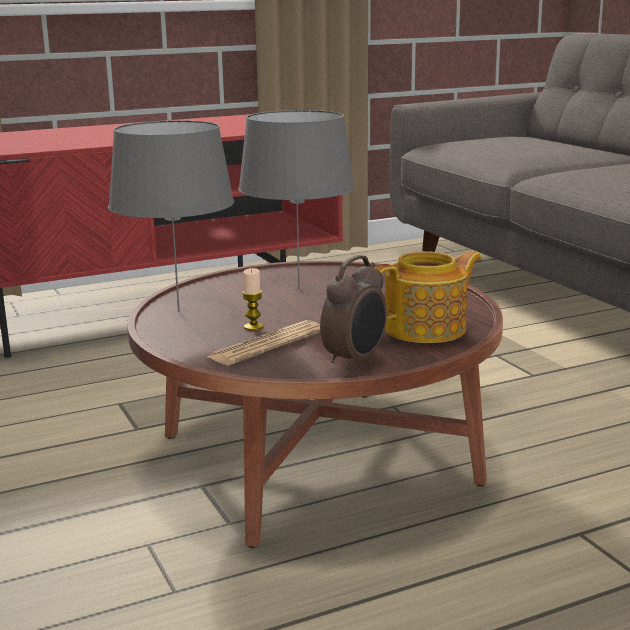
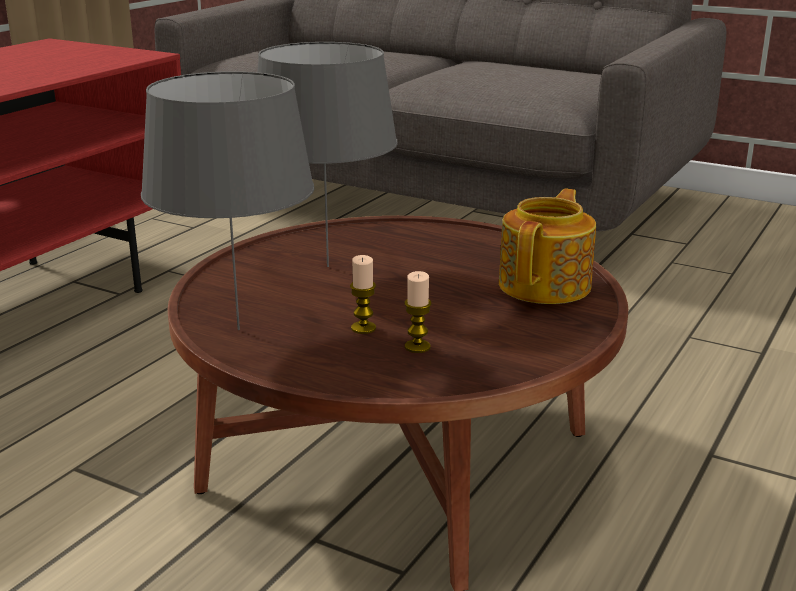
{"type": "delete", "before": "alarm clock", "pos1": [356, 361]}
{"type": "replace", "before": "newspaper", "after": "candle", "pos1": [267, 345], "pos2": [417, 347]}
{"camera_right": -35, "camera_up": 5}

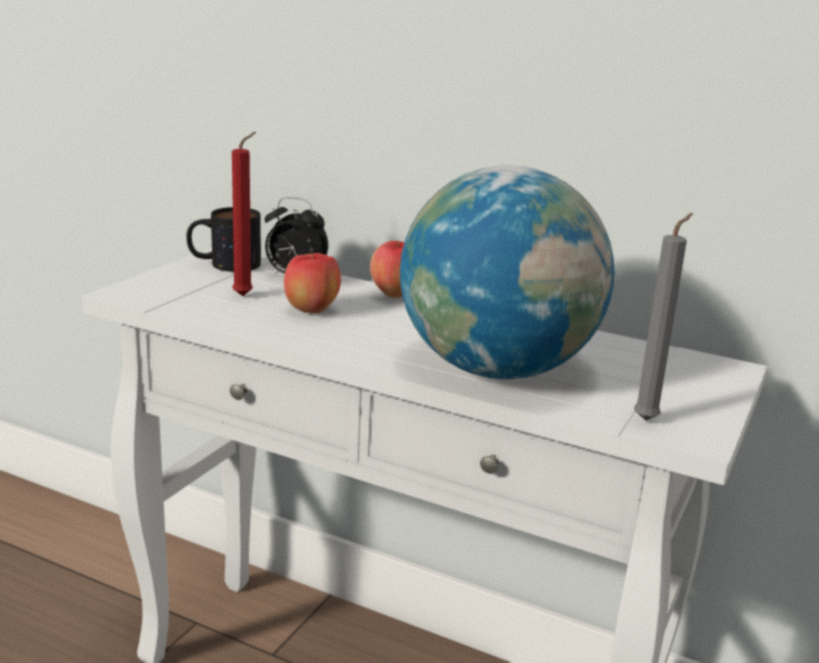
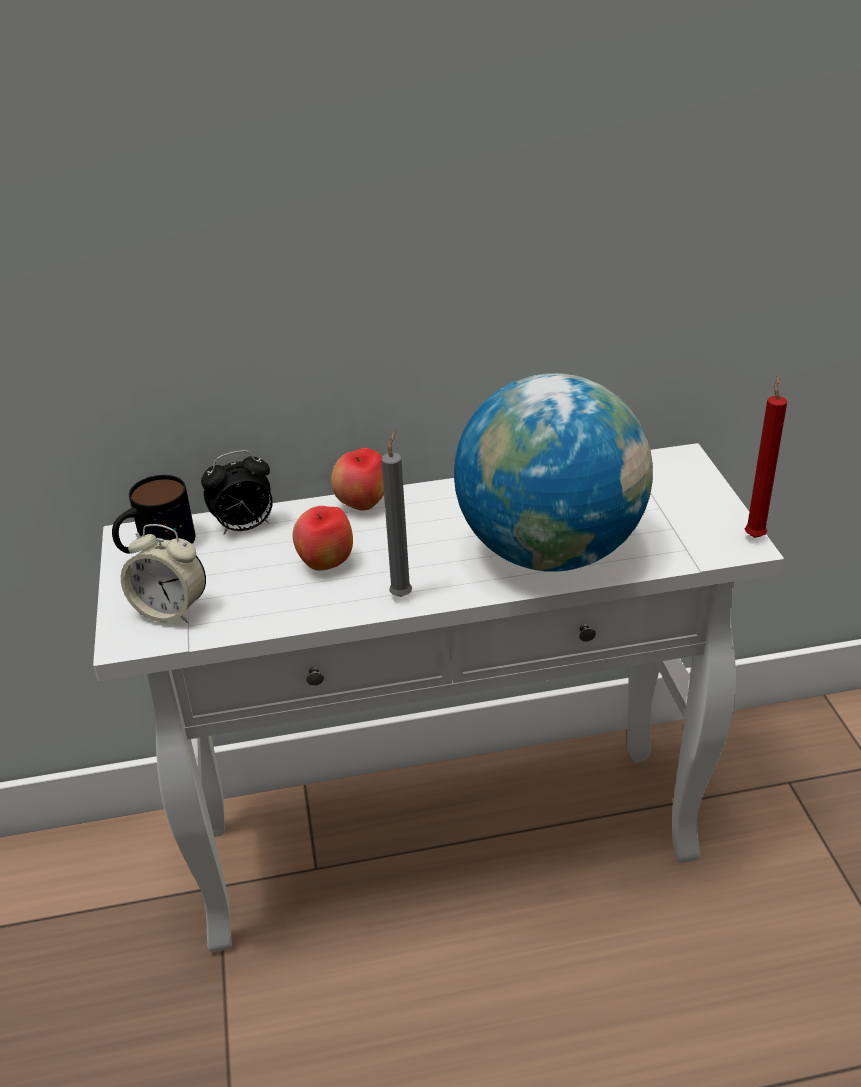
{"type": "move", "before": "red candle", "pos1": [245, 295], "pos2": [754, 535]}
{"type": "move", "before": "grey candle", "pos1": [648, 419], "pos2": [402, 594]}
{"type": "insert", "after": "alarm clock", "pos2": [171, 610]}
{"camera_right": -35, "camera_up": 15}

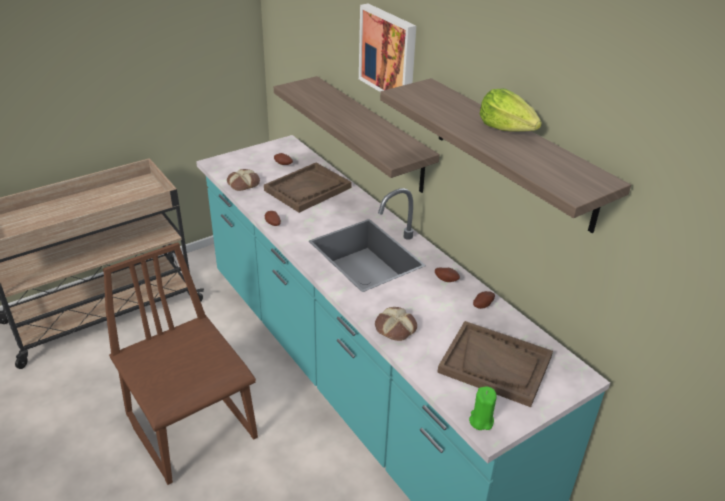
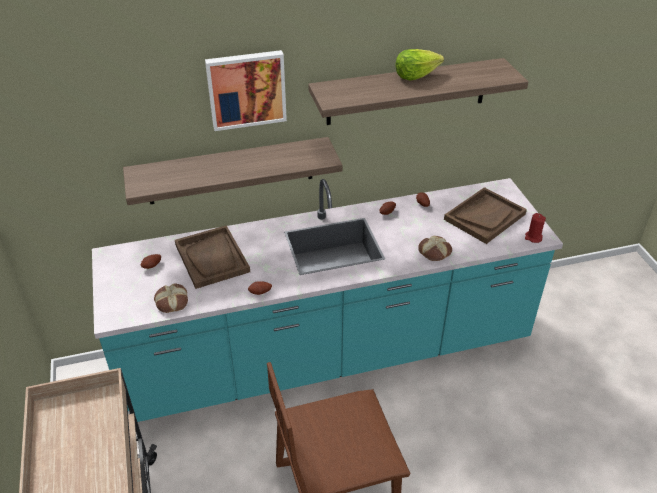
{"type": "recolor", "before": "green candle", "after": "red candle", "pos1": [481, 420], "pos2": [533, 237]}
{"camera_right": -70, "camera_up": 5}

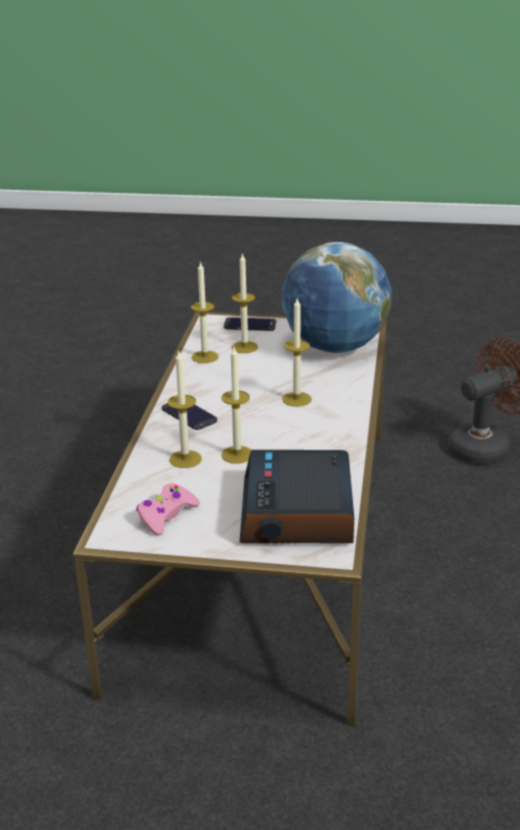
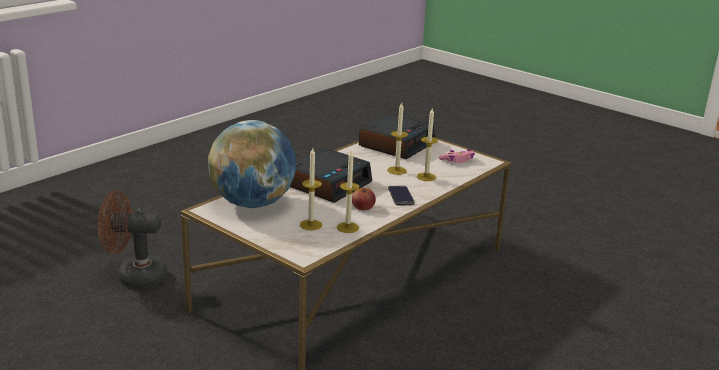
{"type": "replace", "before": "candle", "after": "alarm clock", "pos1": [296, 399], "pos2": [327, 183]}
{"type": "delete", "before": "phone", "pos1": [250, 325]}
{"type": "insert", "after": "apple", "pos2": [363, 207]}
{"camera_right": -150, "camera_up": -5}

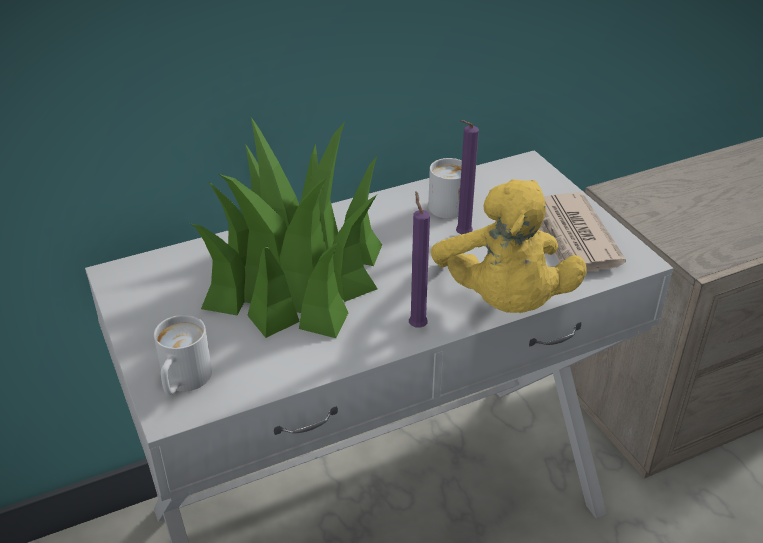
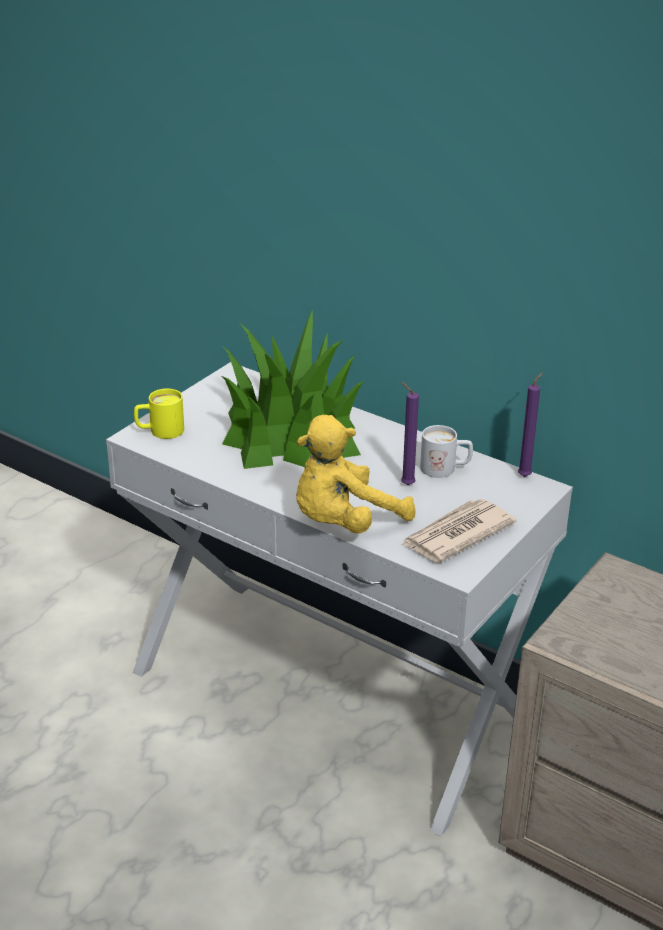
{"type": "move", "before": "purple candle", "pos1": [417, 325], "pos2": [525, 475]}
{"type": "recolor", "before": "white mug", "after": "yellow mug", "pos1": [183, 382], "pos2": [159, 431]}
{"camera_right": 60, "camera_up": -5}

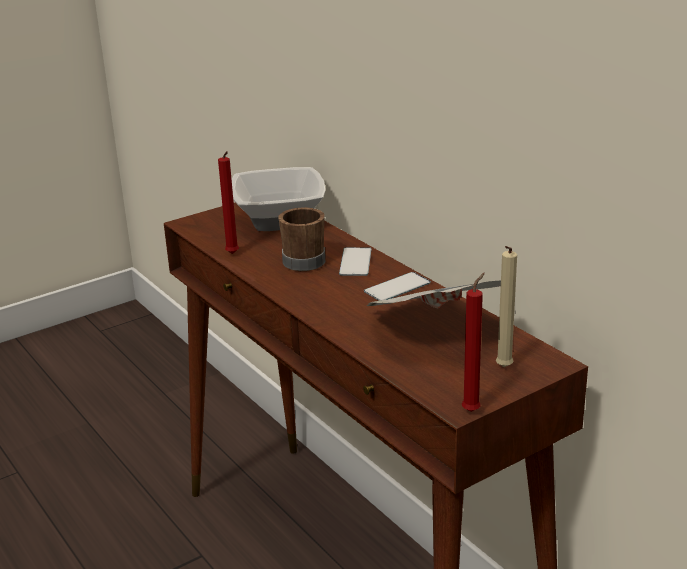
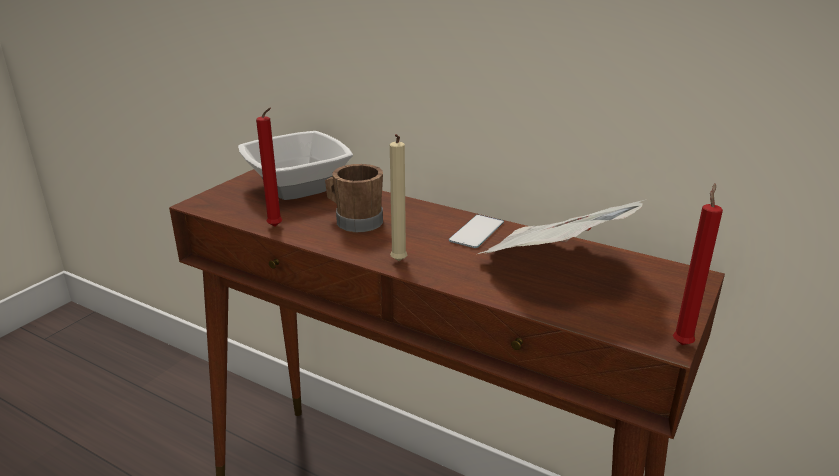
{"type": "move", "before": "beige candle", "pos1": [503, 368], "pos2": [398, 262]}
{"type": "delete", "before": "phone", "pos1": [355, 262]}
{"camera_right": -25, "camera_up": 0}

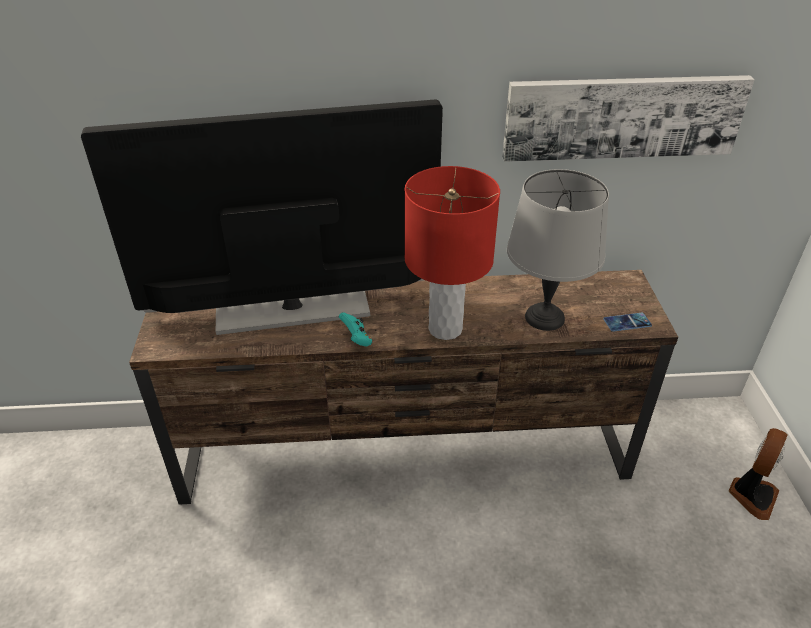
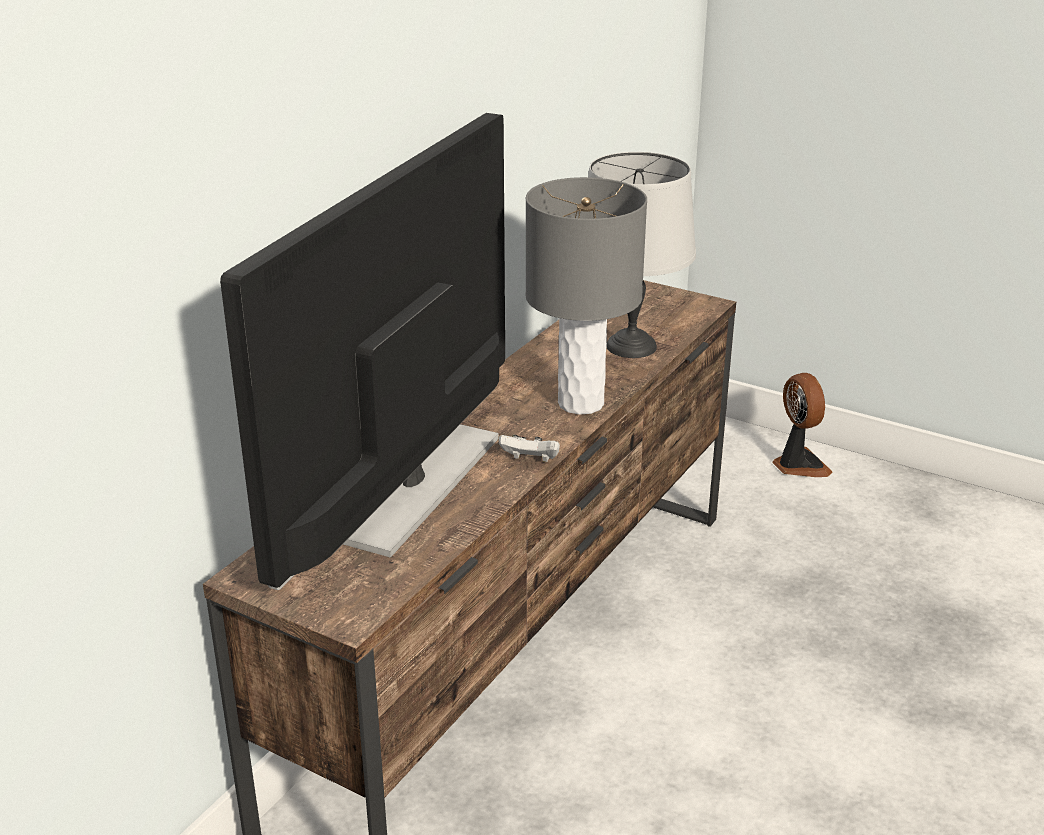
{"type": "delete", "before": "picture", "pos1": [622, 116]}
{"type": "recolor", "before": "red table lamp", "after": "grey table lamp", "pos1": [445, 329], "pos2": [581, 403]}
{"type": "recolor", "before": "turquoise game controller", "after": "white game controller", "pos1": [357, 339], "pos2": [530, 461]}
{"type": "delete", "before": "phone", "pos1": [627, 322]}
{"camera_right": -55, "camera_up": -10}

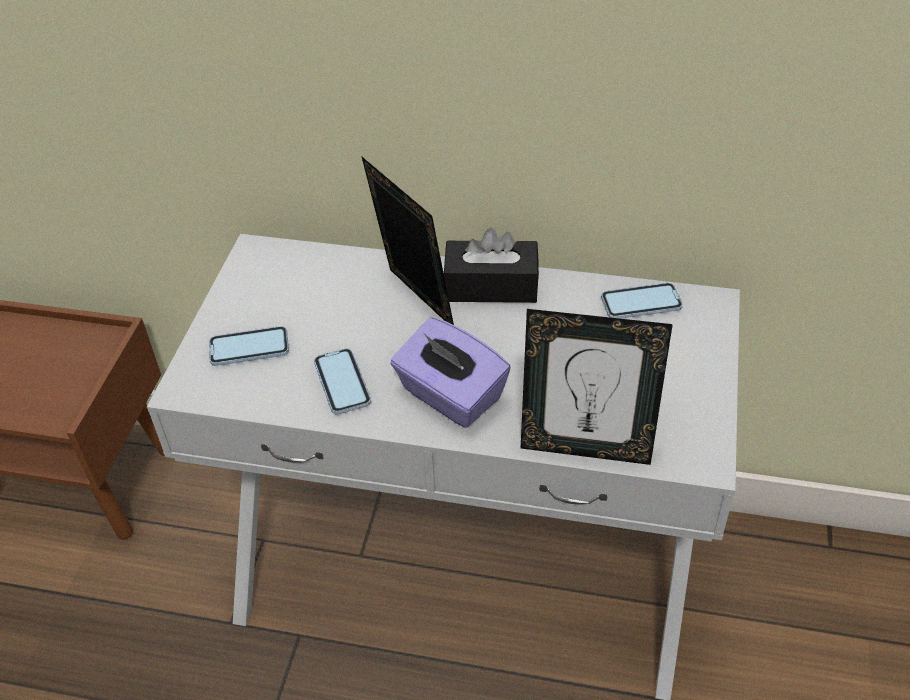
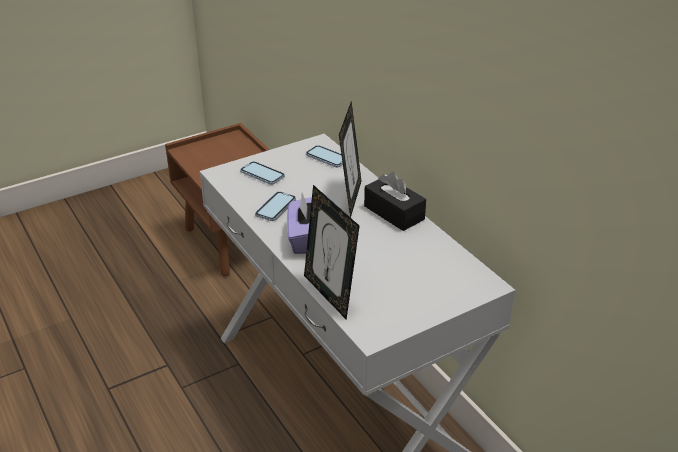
{"type": "move", "before": "phone", "pos1": [641, 303], "pos2": [327, 157]}
{"camera_right": 45, "camera_up": -10}

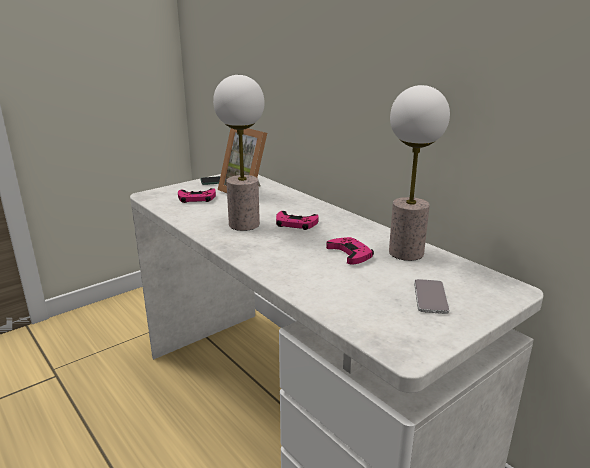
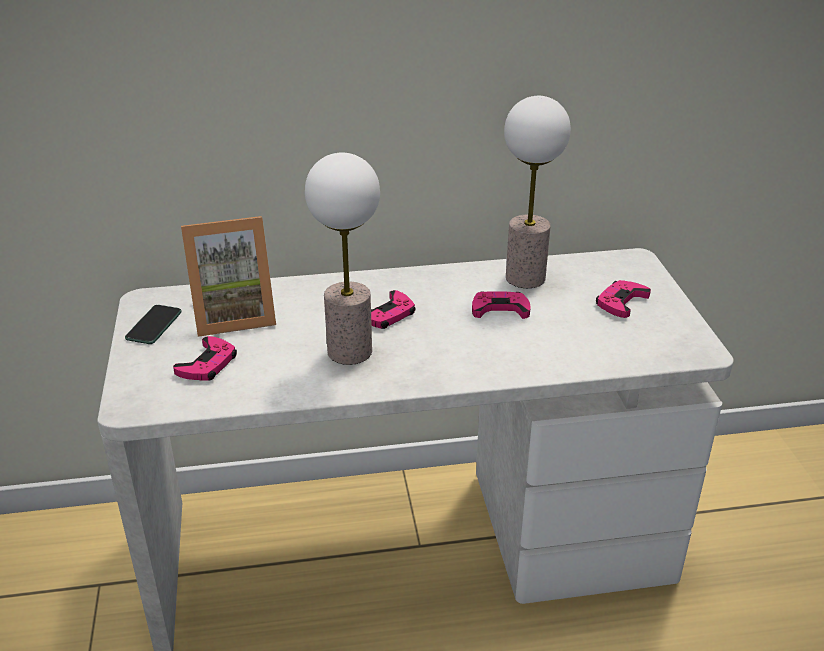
{"type": "replace", "before": "phone", "after": "pink game controller", "pos1": [430, 297], "pos2": [621, 302]}
{"camera_right": -60, "camera_up": 10}

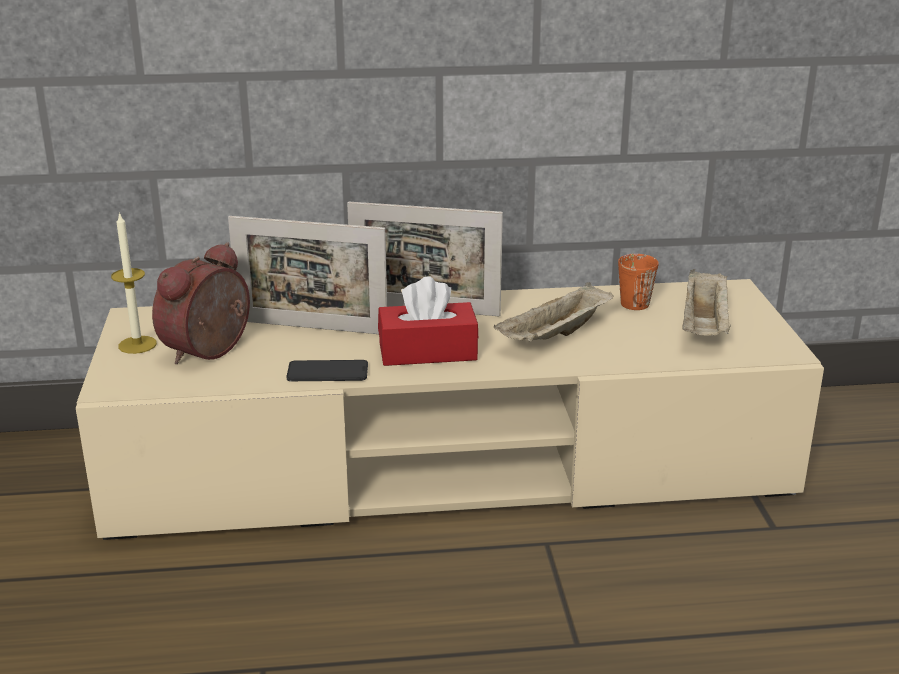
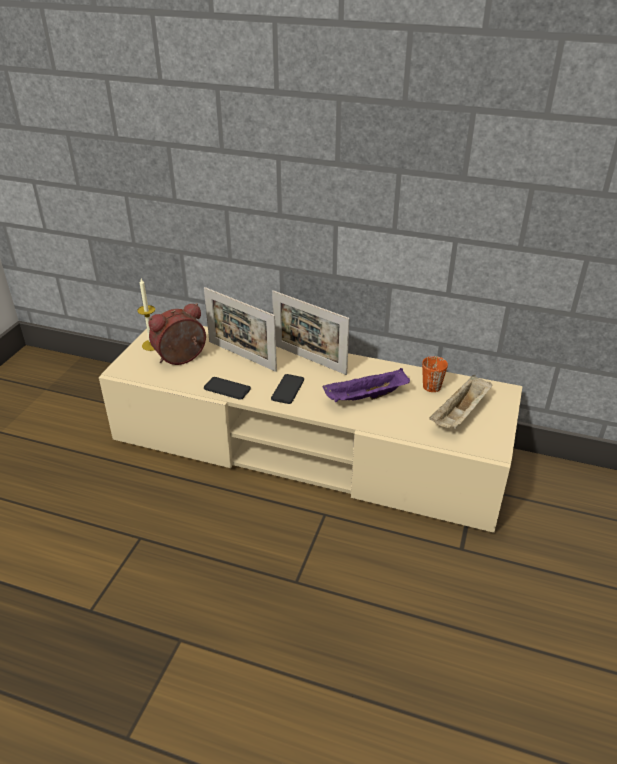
{"type": "replace", "before": "red tissue box", "after": "phone", "pos1": [427, 351], "pos2": [288, 389]}
{"type": "recolor", "before": "beige tray", "after": "purple tray", "pos1": [555, 336], "pos2": [365, 398]}
{"camera_right": 25, "camera_up": 10}

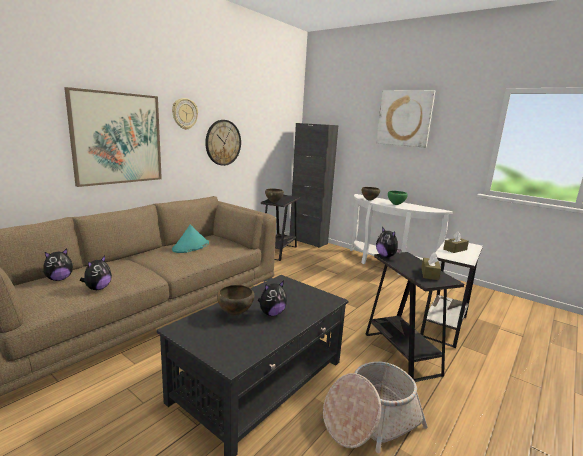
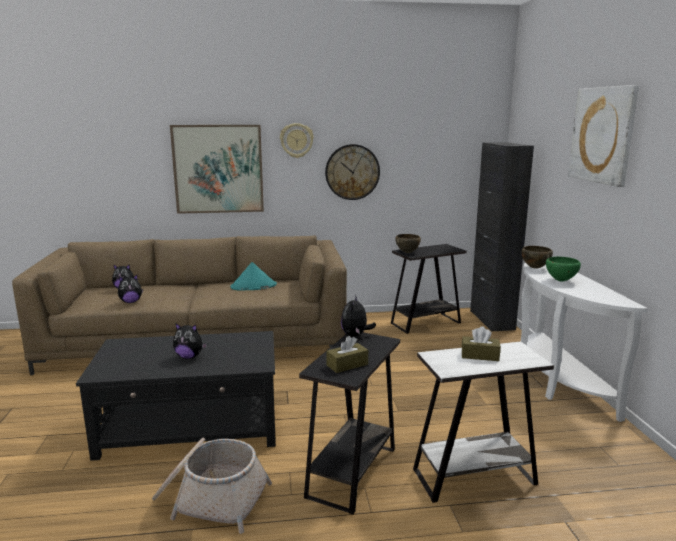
{"type": "delete", "before": "brown bowl", "pos1": [235, 314]}
{"camera_right": 45, "camera_up": 0}

